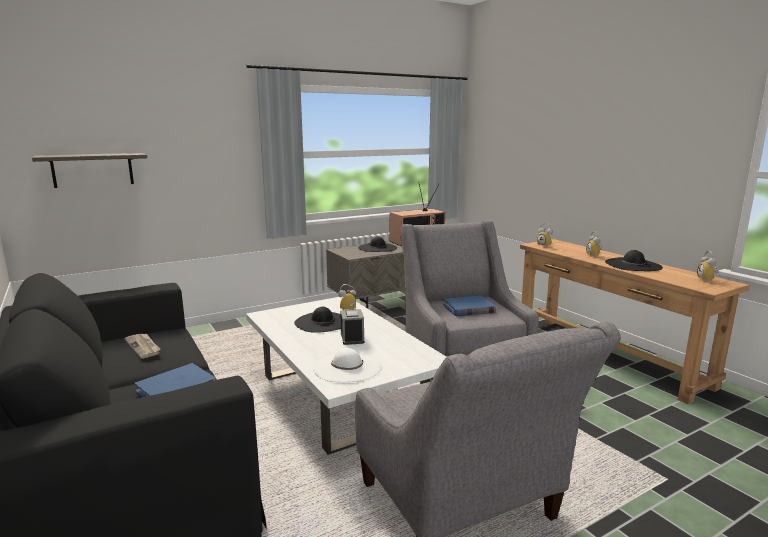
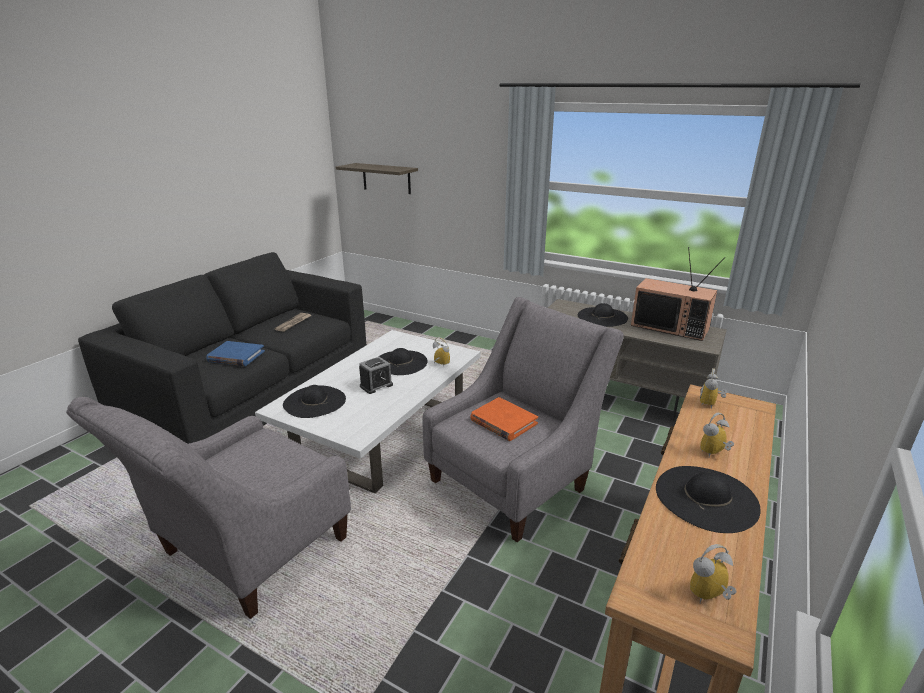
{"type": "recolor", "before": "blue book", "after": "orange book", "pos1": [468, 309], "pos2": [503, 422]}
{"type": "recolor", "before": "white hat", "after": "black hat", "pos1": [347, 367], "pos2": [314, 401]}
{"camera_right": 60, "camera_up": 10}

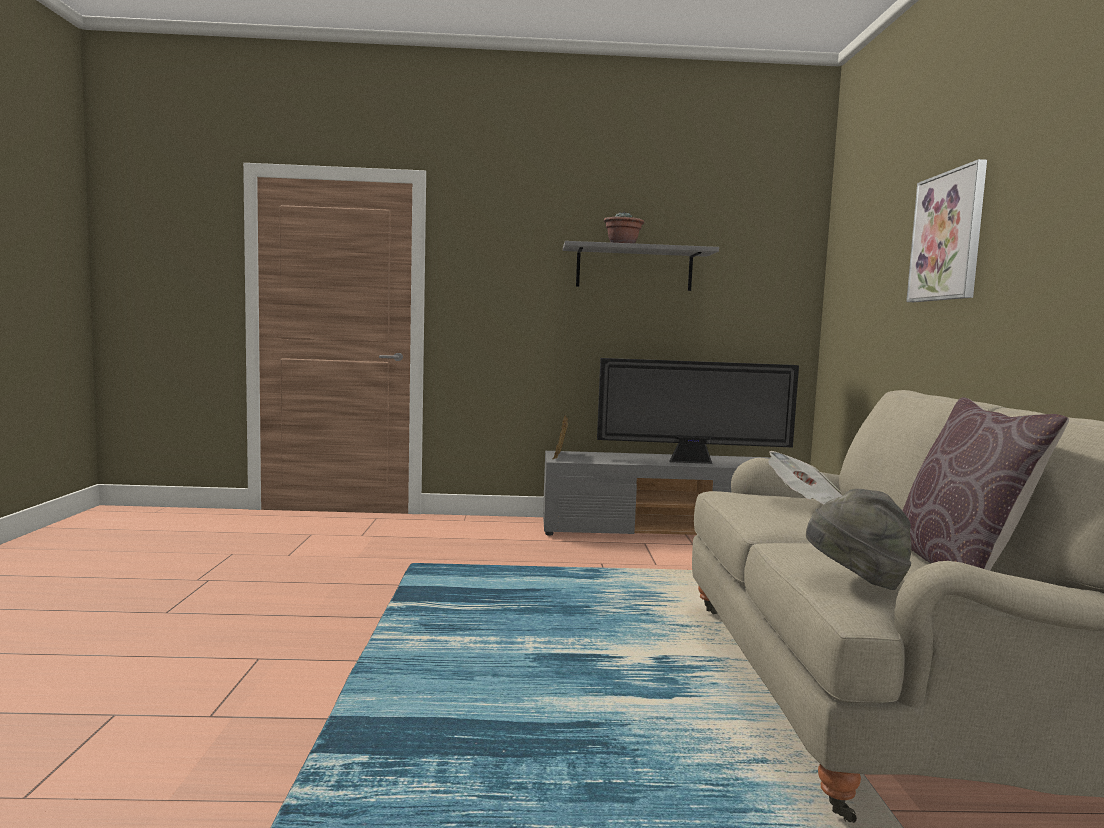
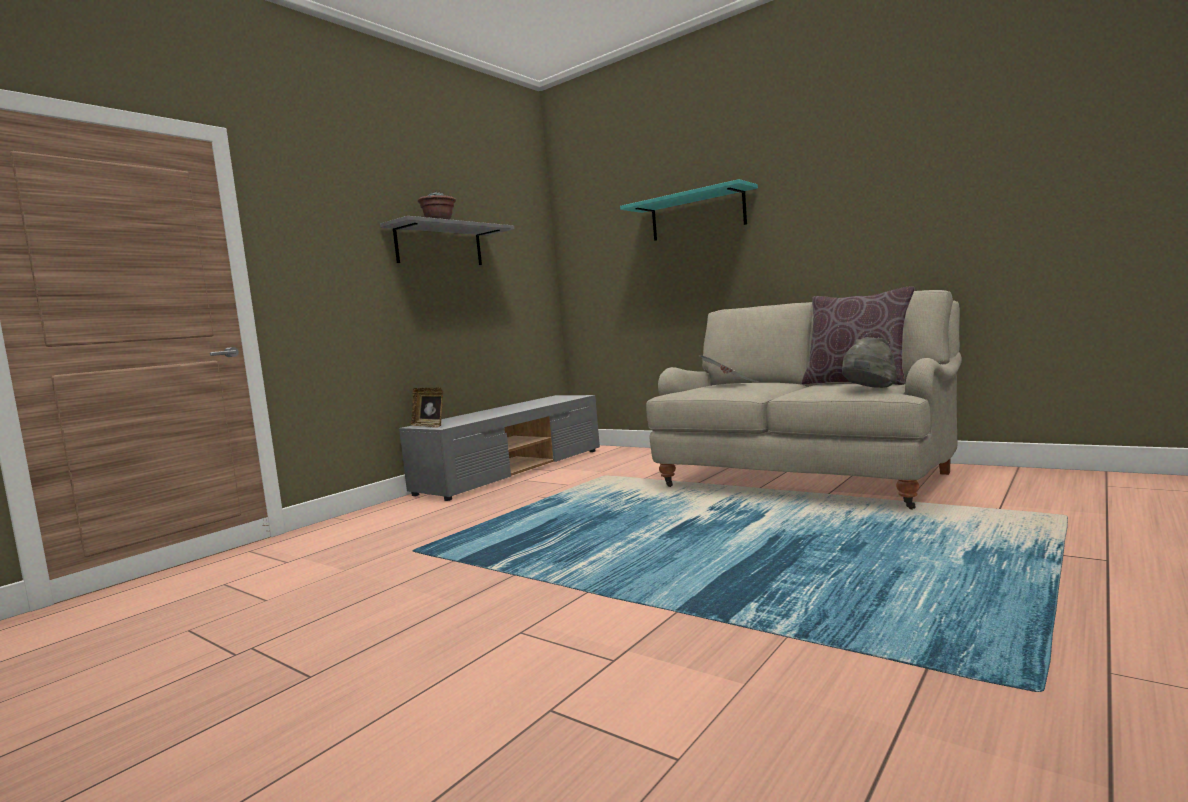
{"type": "replace", "before": "picture", "after": "turquoise shelf", "pos1": [947, 236], "pos2": [697, 215]}
{"type": "delete", "before": "television", "pos1": [692, 461]}
{"camera_right": -50, "camera_up": 0}

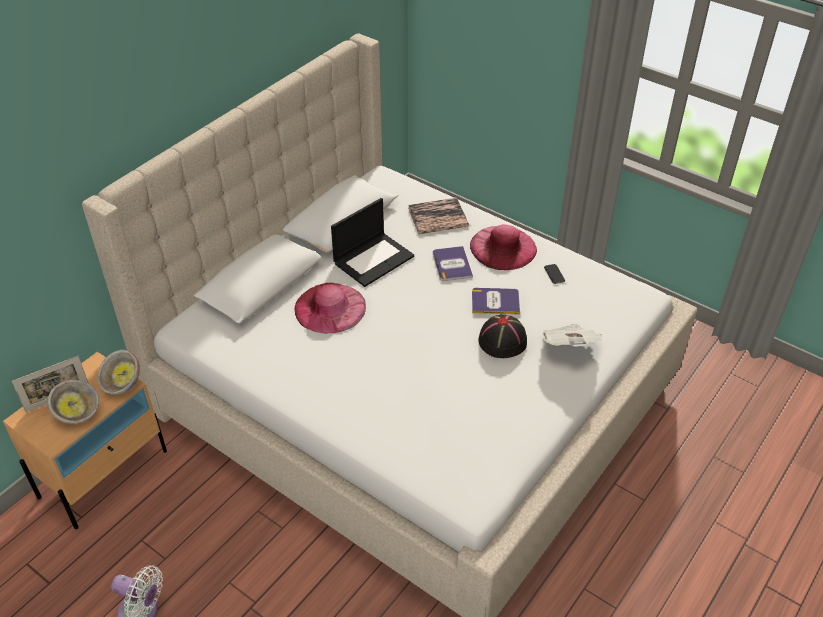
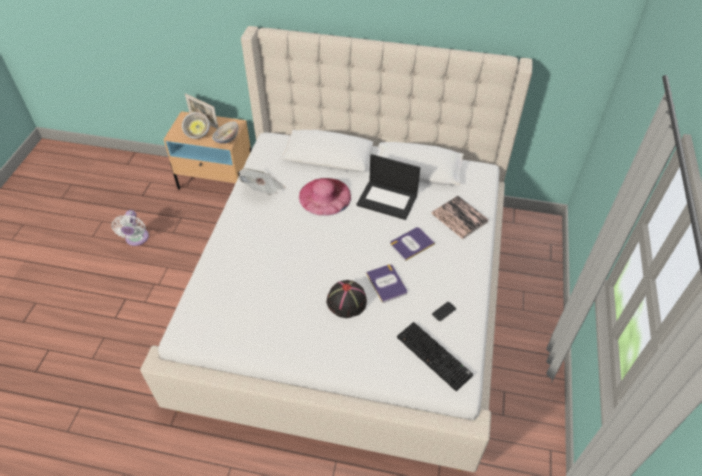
{"type": "delete", "before": "pink hat", "pos1": [503, 247]}
{"type": "move", "before": "newspaper", "pos1": [569, 346], "pos2": [263, 190]}
{"type": "insert", "after": "keyboard", "pos2": [435, 356]}
{"camera_right": 65, "camera_up": 5}

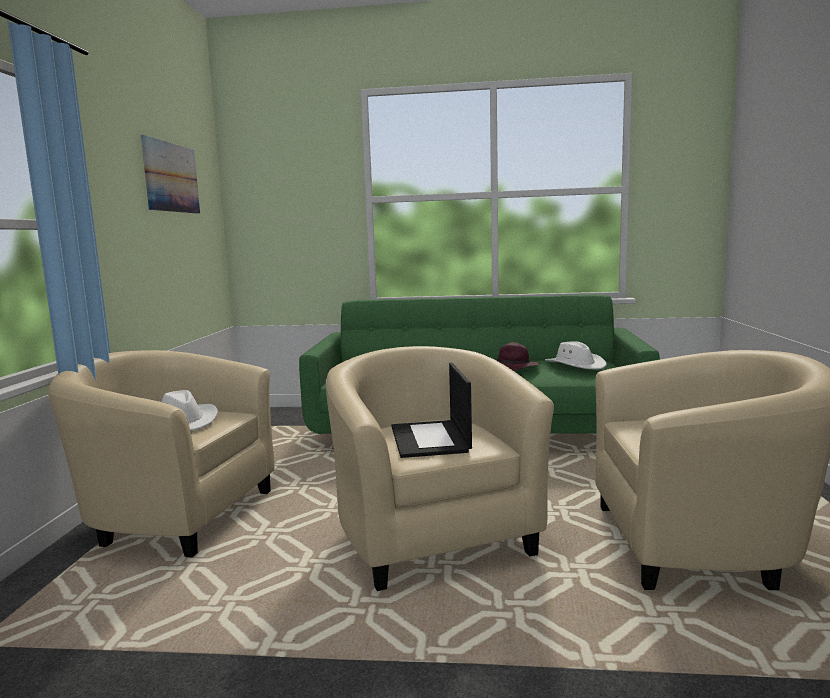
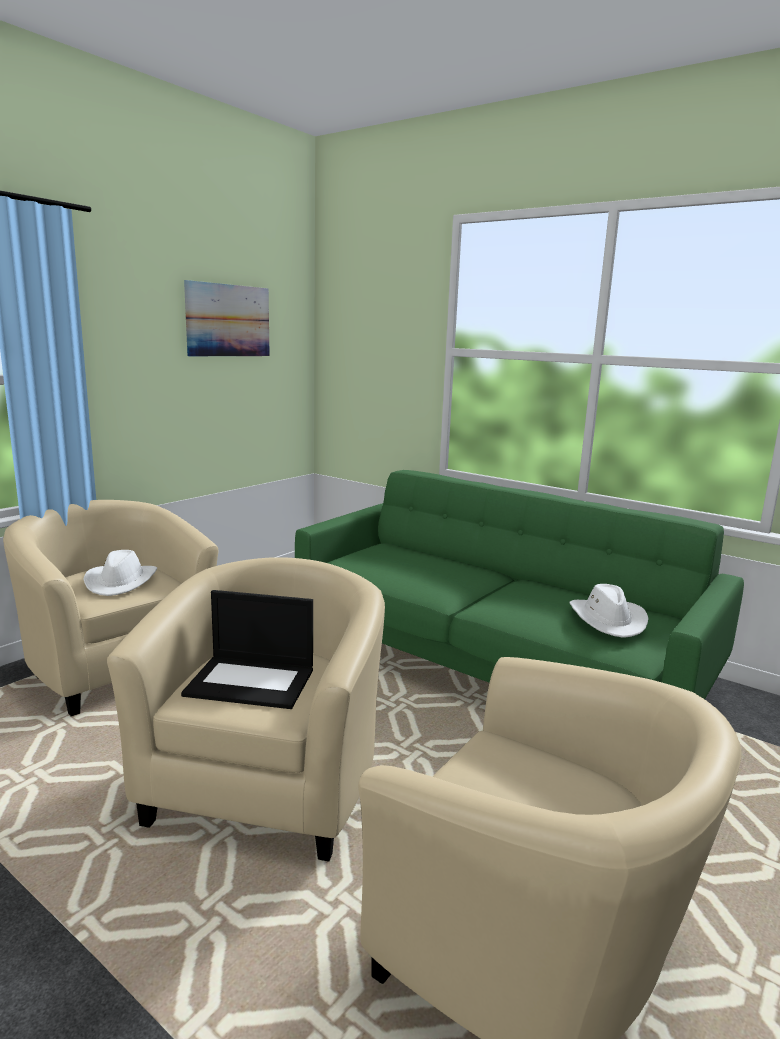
{"type": "delete", "before": "purple hat", "pos1": [512, 367]}
{"type": "rotate", "before": "laptop", "pos1": [430, 439], "pos2": [252, 682], "turn": -105}
{"camera_right": 30, "camera_up": 5}

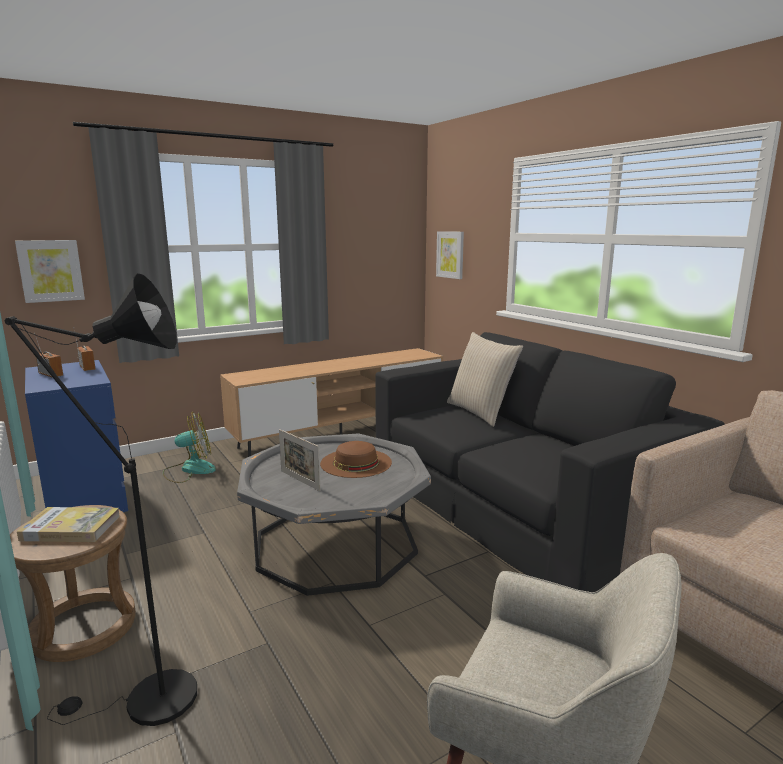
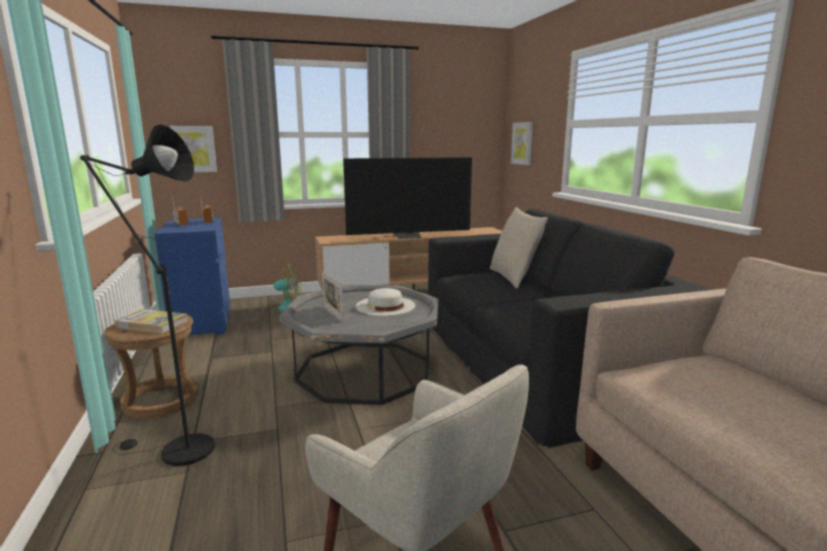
{"type": "recolor", "before": "brown hat", "after": "white hat", "pos1": [356, 463], "pos2": [385, 306]}
{"type": "insert", "after": "television", "pos2": [408, 236]}
{"camera_right": 15, "camera_up": 0}

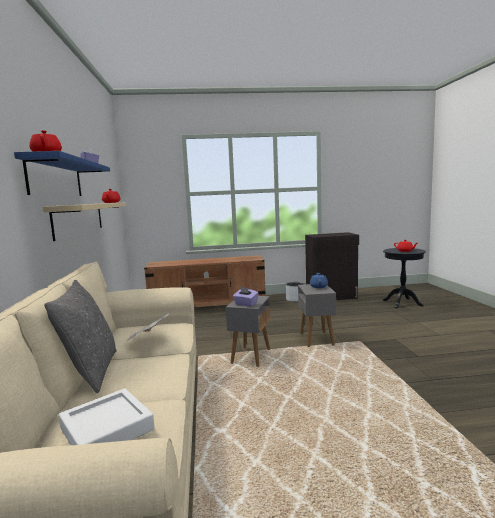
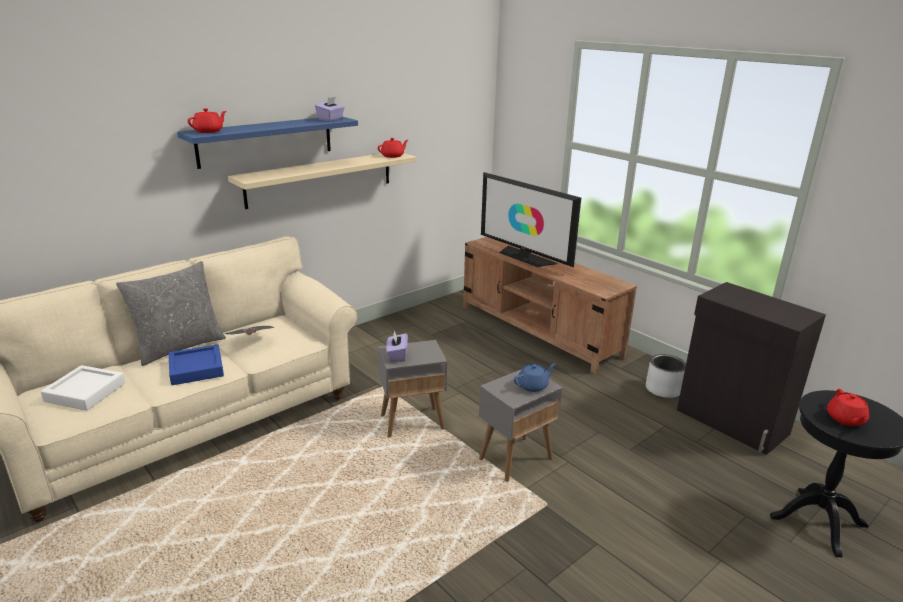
{"type": "insert", "after": "television", "pos2": [525, 257]}
{"type": "insert", "after": "blue tray", "pos2": [196, 369]}
{"camera_right": 55, "camera_up": 15}

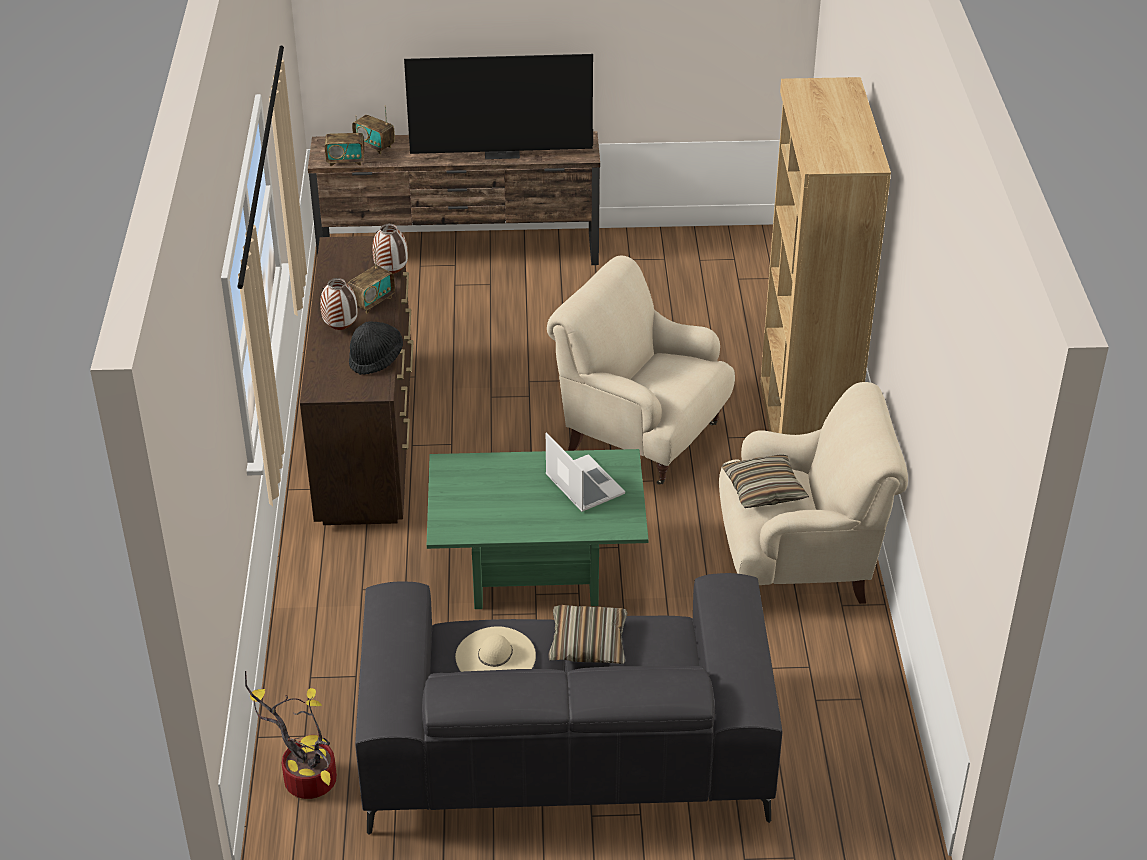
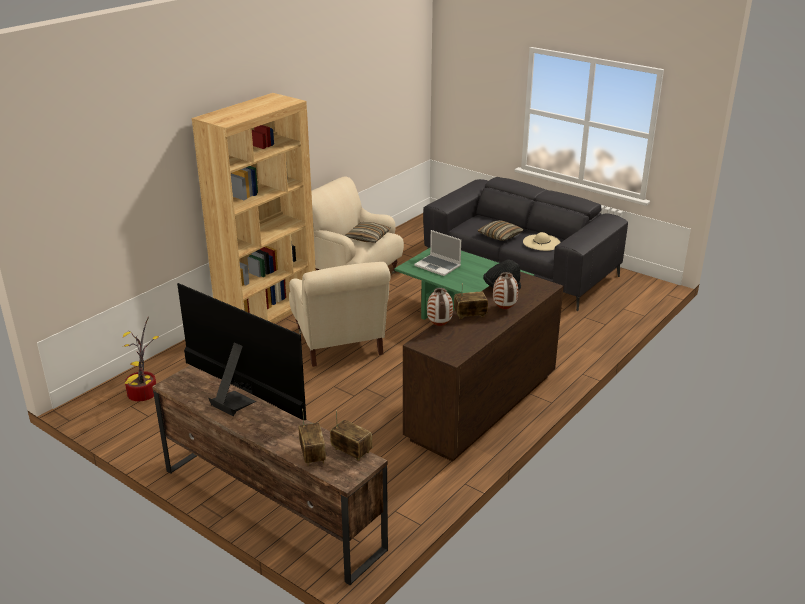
{"type": "rotate", "before": "laptop", "pos1": [583, 485], "pos2": [438, 266], "turn": -60}
{"type": "move", "before": "potted plant", "pos1": [305, 780], "pos2": [144, 395]}
{"camera_right": -140, "camera_up": -10}

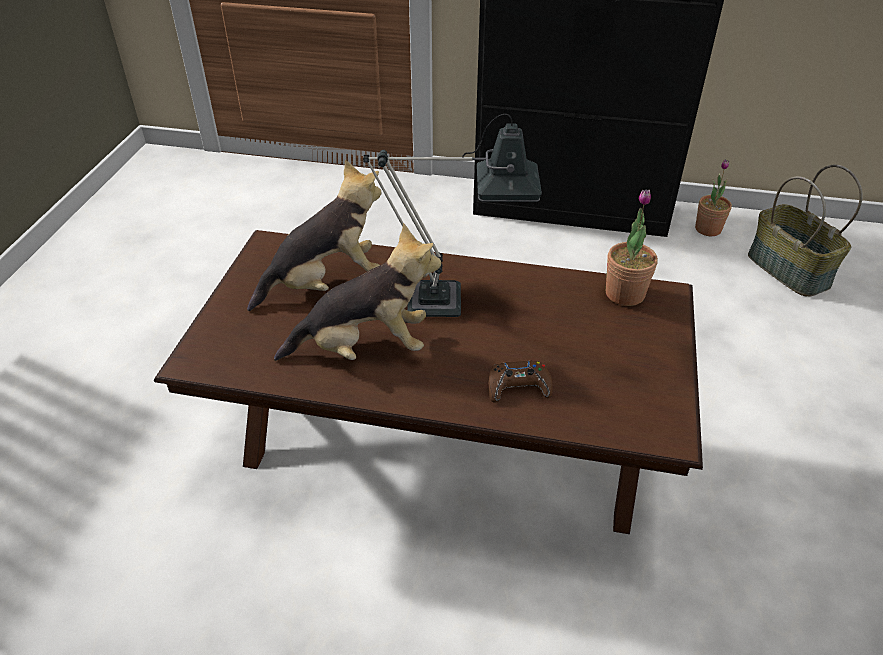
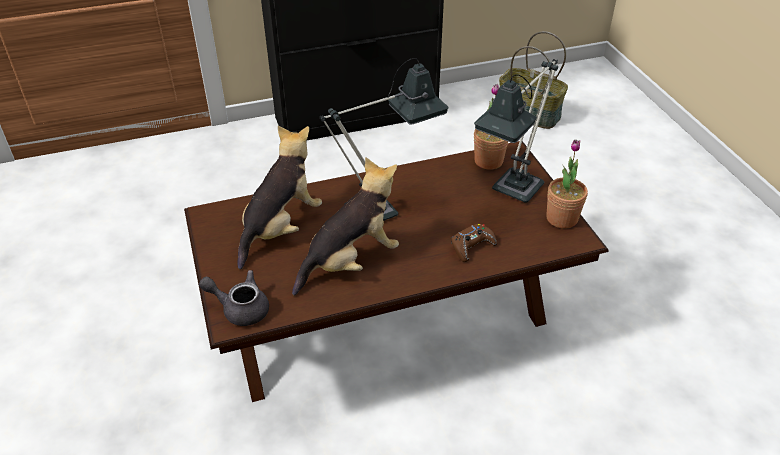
{"type": "move", "before": "potted plant", "pos1": [708, 229], "pos2": [562, 218]}
{"type": "insert", "after": "table lamp", "pos2": [512, 194]}
{"type": "insert", "after": "grey teapot", "pos2": [240, 308]}
{"camera_right": -30, "camera_up": 0}

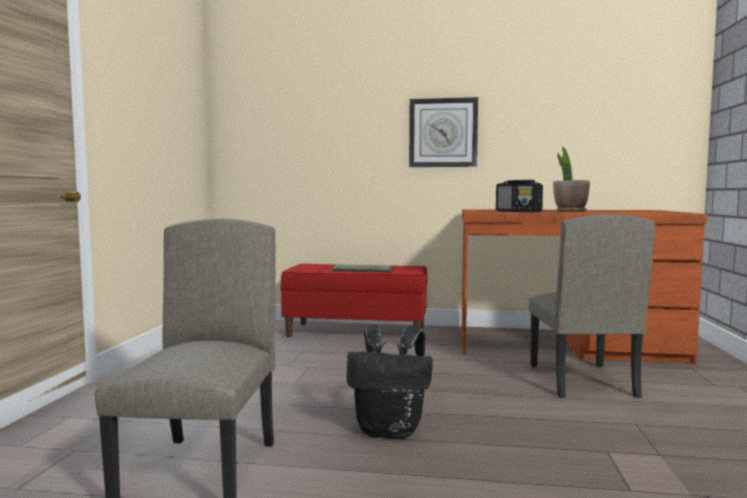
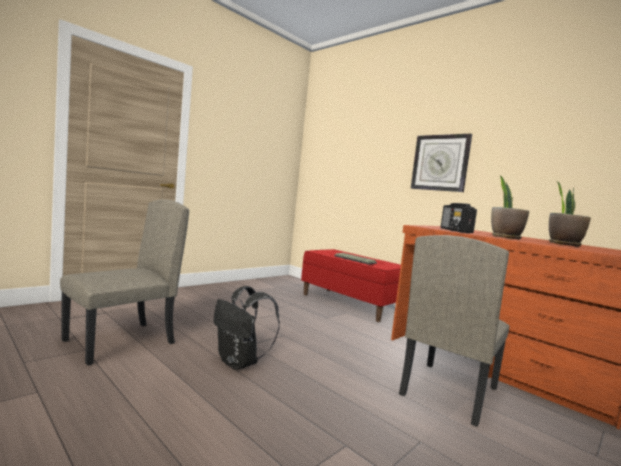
{"type": "insert", "after": "potted plant", "pos2": [564, 244]}
{"camera_right": 35, "camera_up": 0}

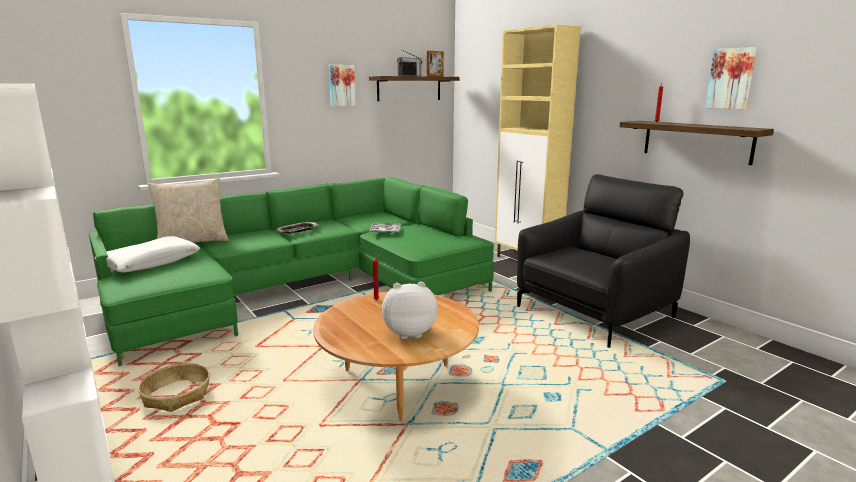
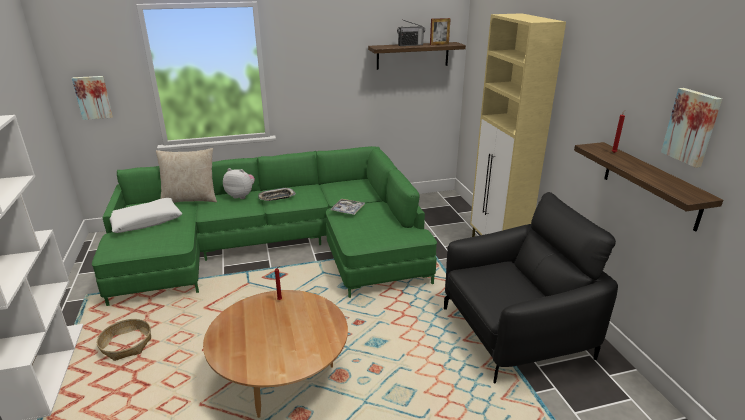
{"type": "move", "before": "picture", "pos1": [341, 85], "pos2": [93, 97]}
{"type": "move", "before": "plush toy", "pos1": [409, 333], "pos2": [241, 196]}
{"camera_right": 20, "camera_up": 10}

